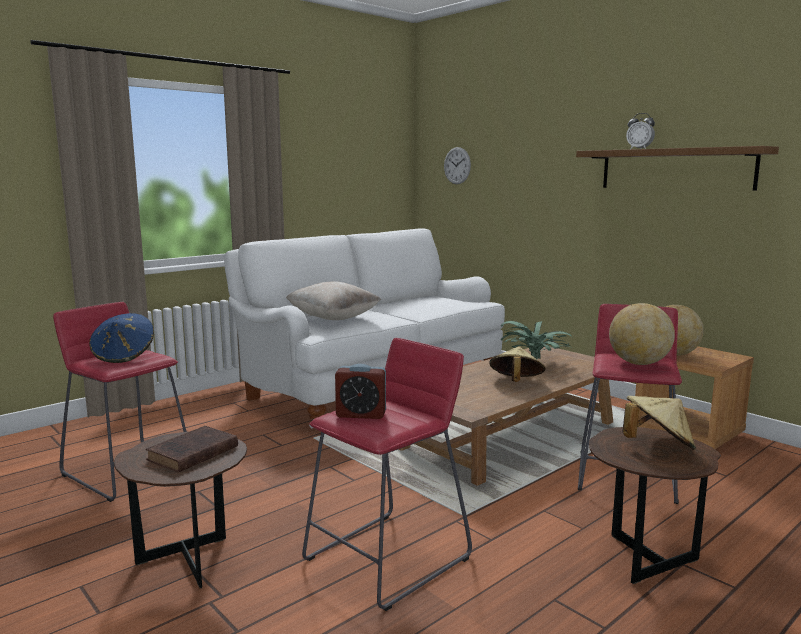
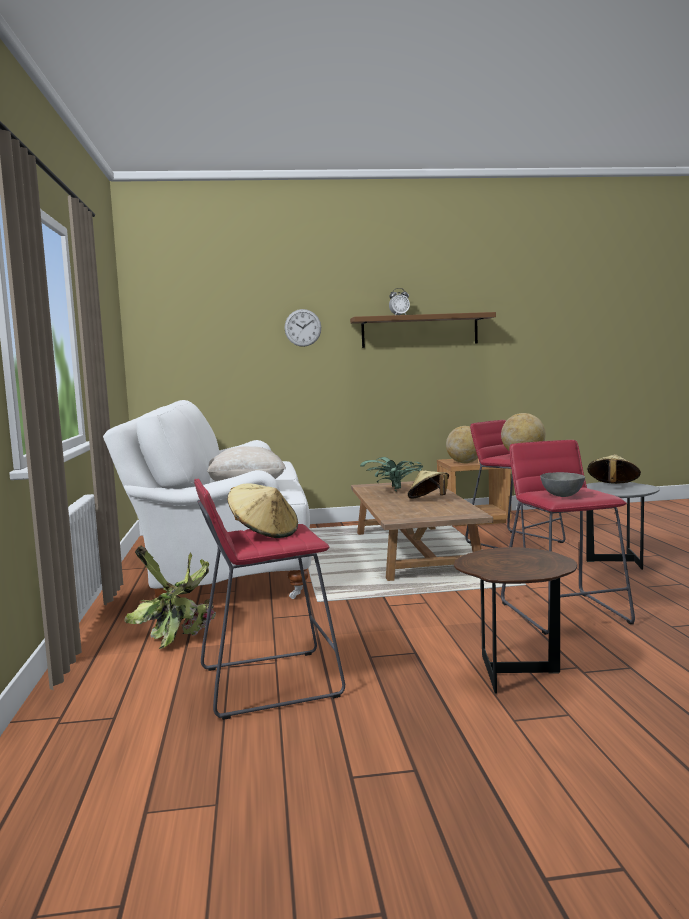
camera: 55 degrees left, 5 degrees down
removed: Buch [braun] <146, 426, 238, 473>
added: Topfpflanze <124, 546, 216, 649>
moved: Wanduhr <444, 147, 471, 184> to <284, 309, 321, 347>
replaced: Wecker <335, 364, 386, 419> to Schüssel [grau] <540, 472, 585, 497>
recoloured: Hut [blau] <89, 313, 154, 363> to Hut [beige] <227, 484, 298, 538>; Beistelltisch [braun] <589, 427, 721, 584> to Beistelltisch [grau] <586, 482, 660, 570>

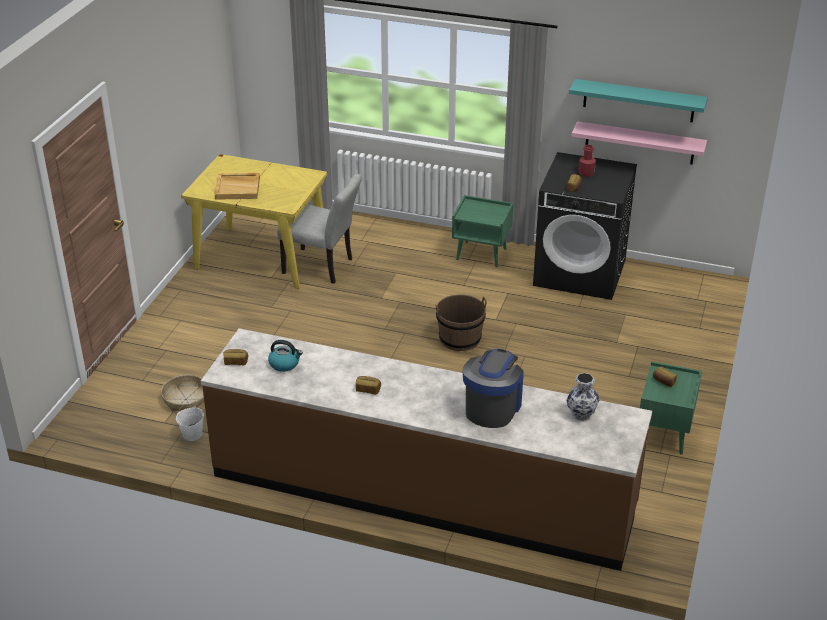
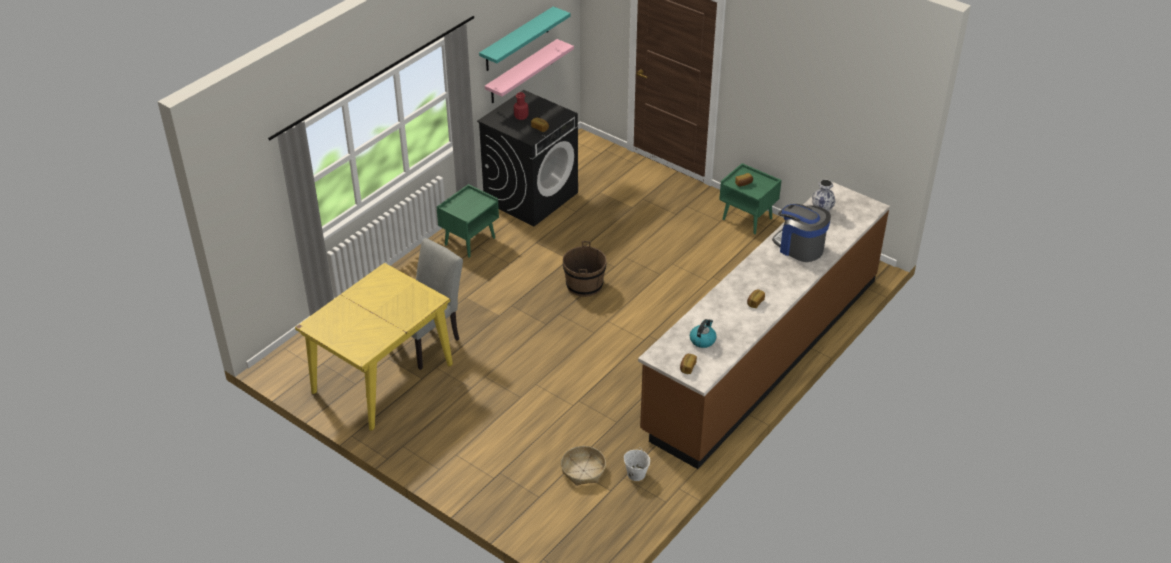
camera: 70 degrees left, 5 degrees up
removed: Tablett [beige] <215, 173, 260, 200>

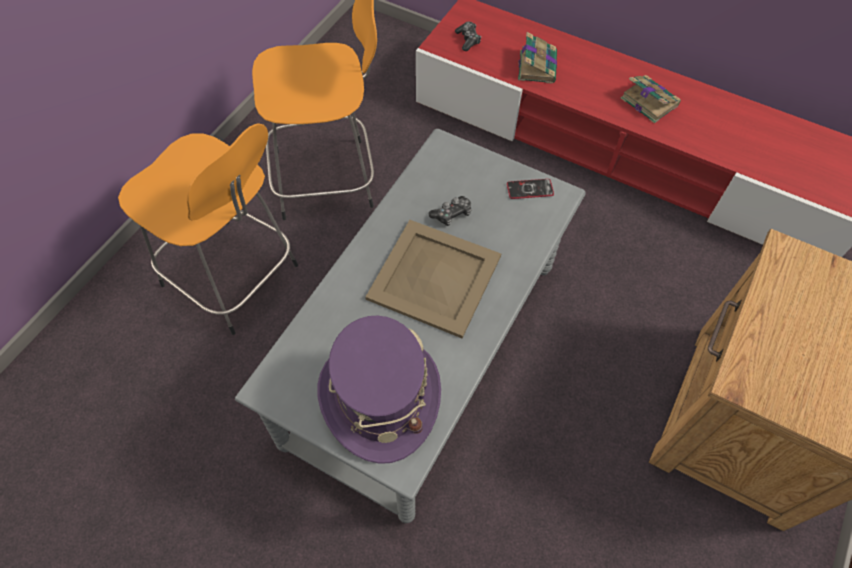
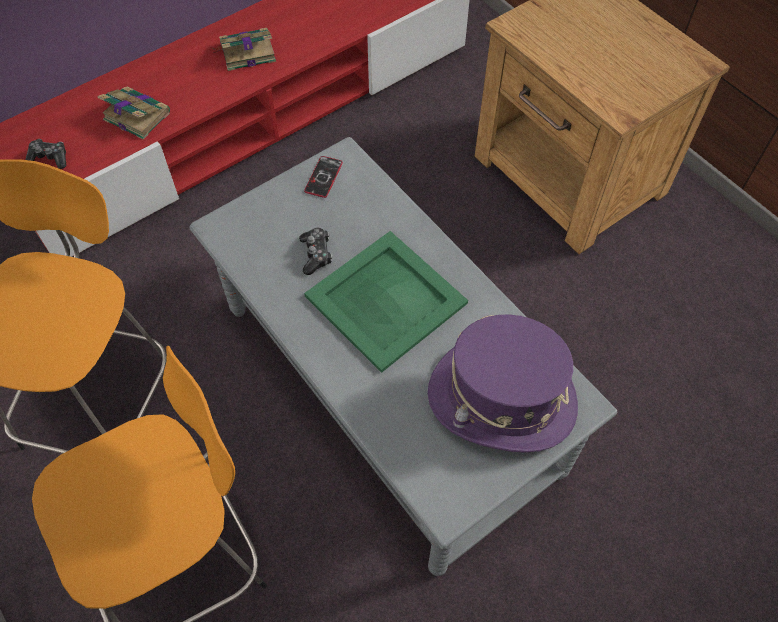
camera: 65 degrees left, 0 degrees up
recoloured: Tablett [beige] <365, 220, 501, 338> to Tablett [grün] <304, 231, 468, 373>

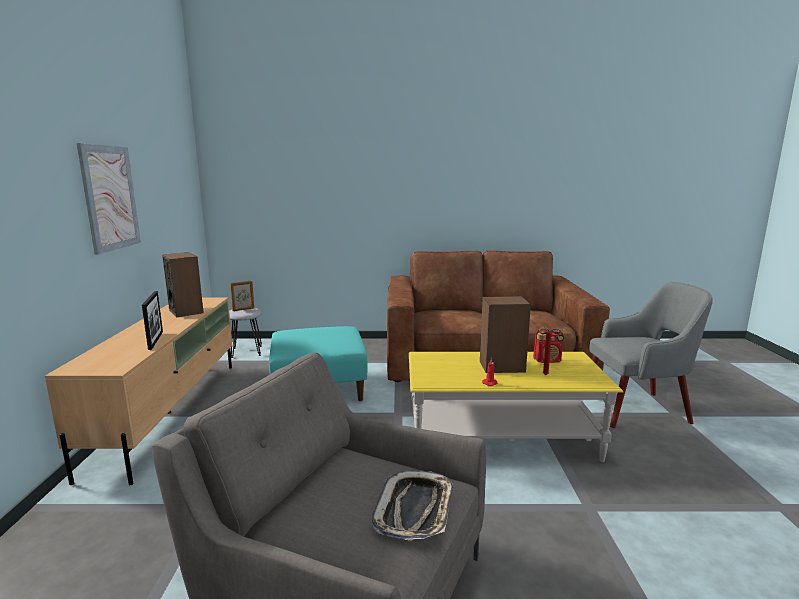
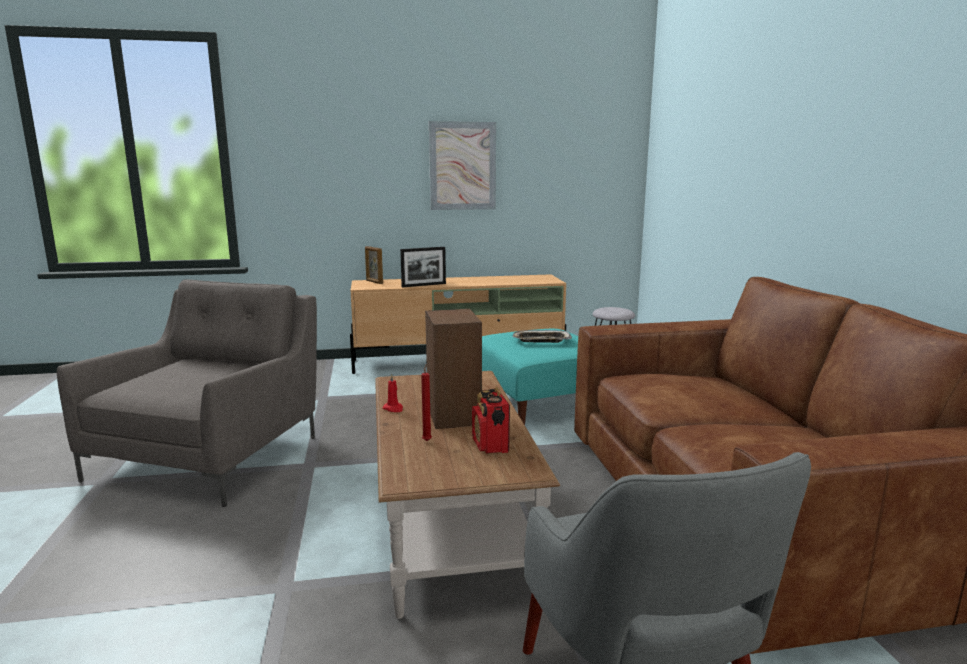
camera: 80 degrees right, 0 degrees up
removed: Lautsprecher <162, 252, 204, 317>
moved: Bilderrahmen <230, 280, 254, 311> to <365, 246, 383, 284>; Tablett <372, 470, 454, 541> to <513, 330, 572, 343>
recoloured: Couchtisch [gelb] <409, 352, 623, 462> to Couchtisch [braun] <375, 371, 560, 619>

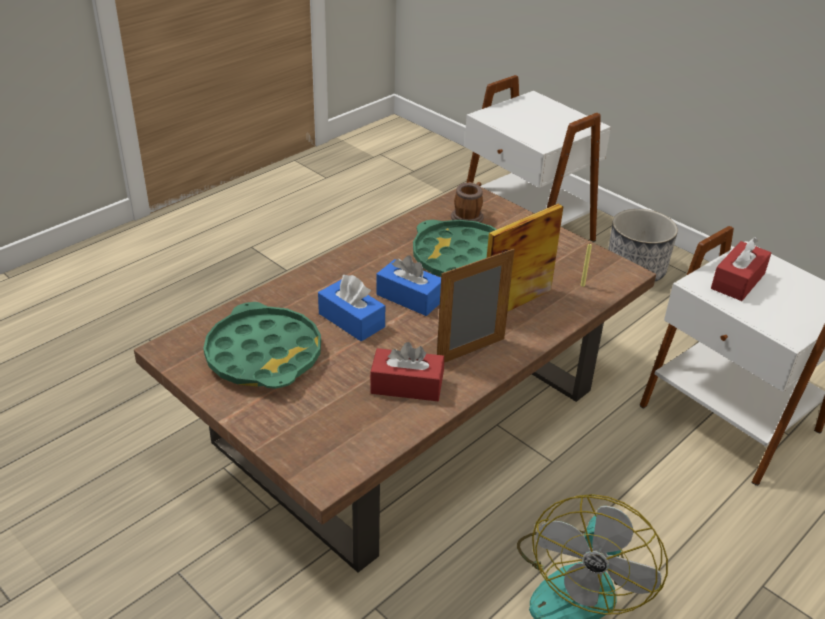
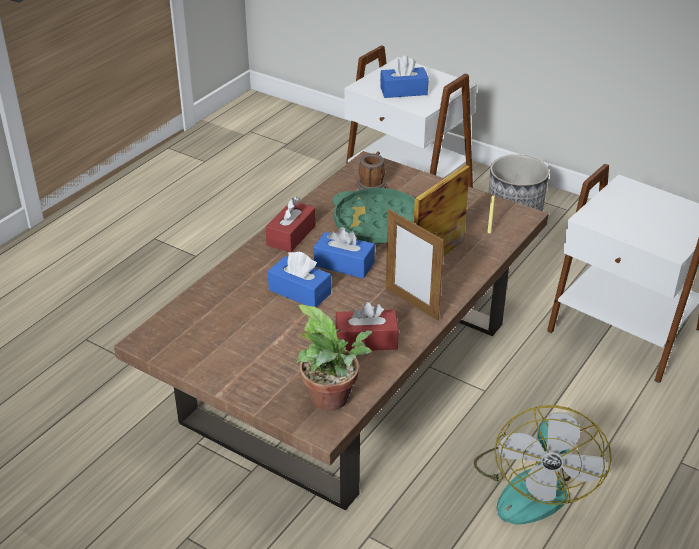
camera: 10 degrees left, 0 degrees up
removed: Tablett [grün] <203, 302, 321, 389>
added: Taschentuchbox [blau] <380, 56, 429, 98>; Topfpflanze <296, 305, 373, 411>
moved: Taschentuchbox [rot] <711, 237, 771, 301> to <266, 197, 316, 252>
turned: Bilderrahmen <437, 249, 515, 363> = <386, 209, 444, 321> 90 degrees counterclockwise

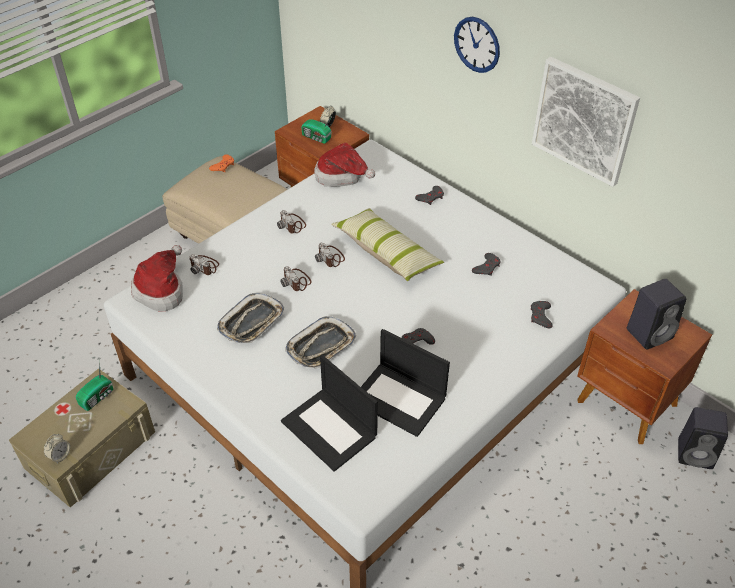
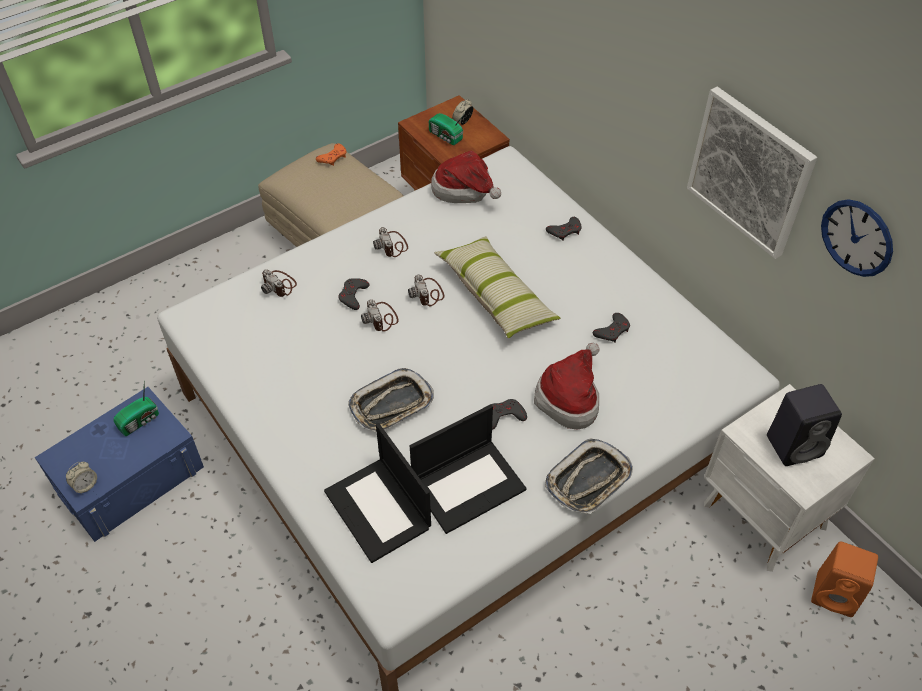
camera: 10 degrees right, 5 degrees up
moved: Wanduhr <454, 17, 500, 73> to <821, 199, 893, 277>; Hut <131, 245, 183, 311> to <534, 342, 600, 429>; Tablett <217, 293, 284, 343> to <545, 439, 633, 514>; Gamepad [grau] <530, 301, 553, 328> to <338, 278, 369, 310>
recoloured: Nachttisch [braun] <577, 289, 712, 444> to Nachttisch [weiß] <704, 384, 875, 572>; Aufbewahrungsbox [beige] <9, 368, 155, 508> to Aufbewahrungsbox [blau] <35, 387, 204, 542>; Lautsprecher [schwarz] <678, 407, 728, 469> to Lautsprecher [orange] <811, 541, 878, 617>
turned: Laptop <361, 329, 450, 437> = <410, 404, 527, 534> 75 degrees counterclockwise

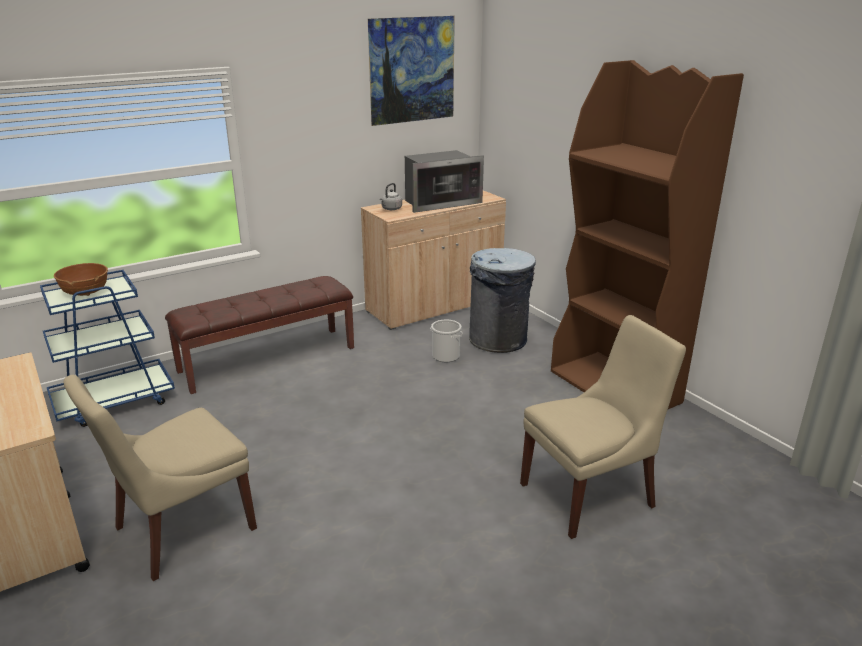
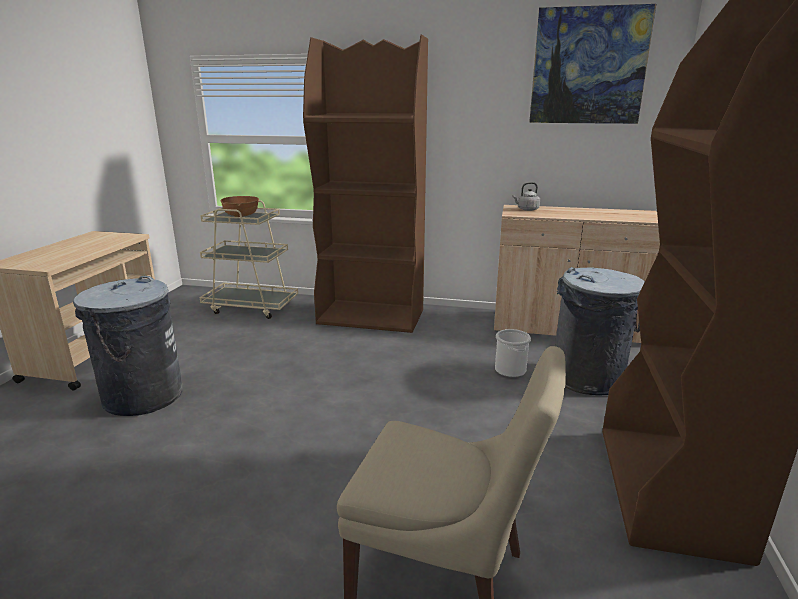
camera: 45 degrees right, 5 degrees down
removed: Mikrowelle <405, 150, 484, 213>
replaced: Bank [braun] <165, 276, 354, 394> to Bücherregal [braun] <303, 35, 428, 333>; Stuhl [beige] <63, 375, 257, 581> to Mülleimer [grau] <73, 276, 183, 416>
recoloured: Rollwagen [blau] <40, 270, 175, 427> to Rollwagen [beige] <200, 200, 298, 319>

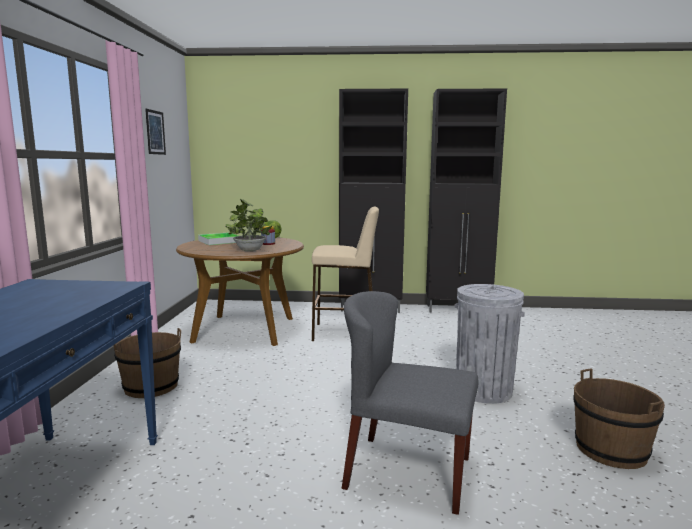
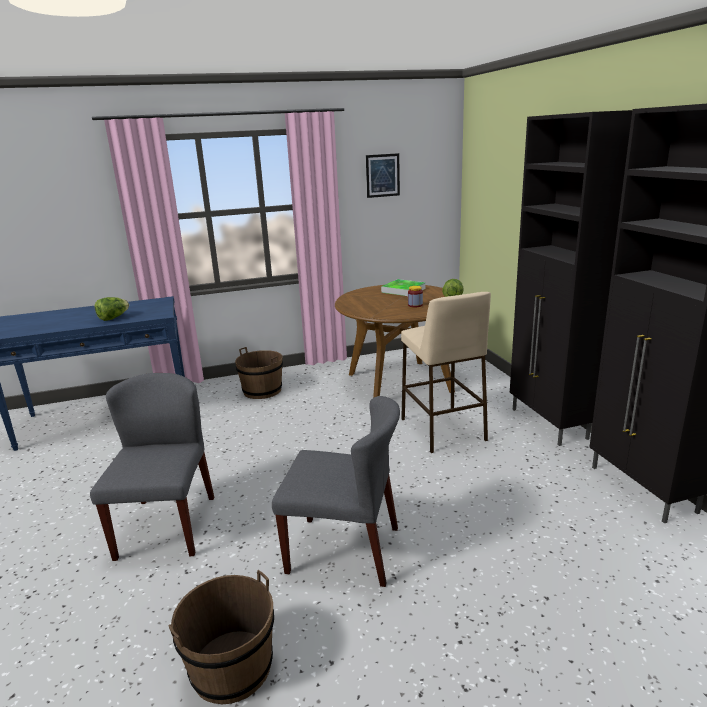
camera: 70 degrees right, 10 degrees up
removed: Topfpflanze <225, 199, 272, 251>
added: Salatkopf <95, 297, 129, 321>
replaced: Mülleimer [grau] <455, 284, 525, 404> to Stuhl [grau] <272, 396, 400, 587>

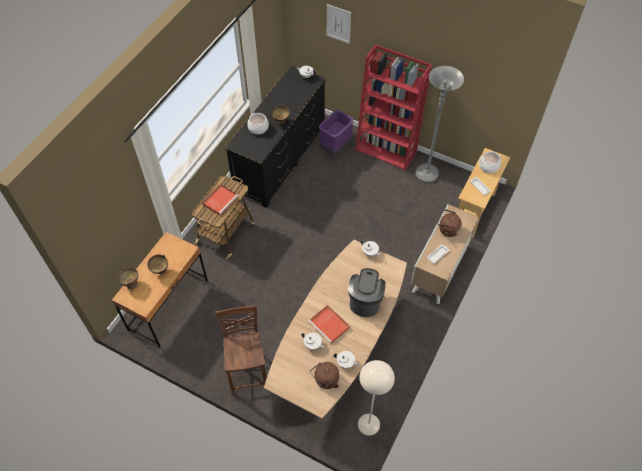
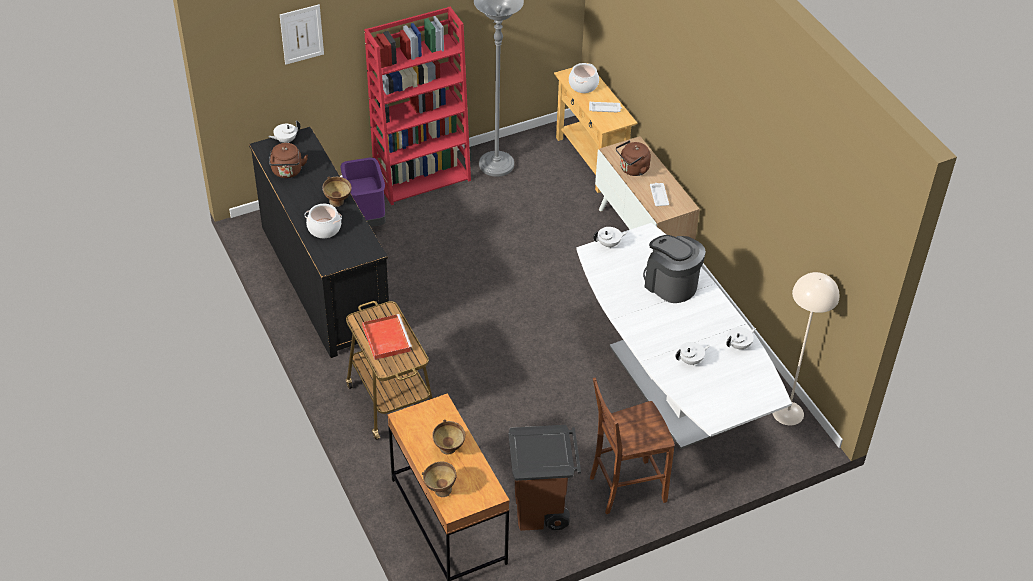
camera: 55 degrees left, 10 degrees down
removed: Tablett [rot] <308, 305, 350, 344>
added: Mülleimer [braun] <509, 425, 581, 531>
moved: Wasserkessel [braun] <310, 362, 339, 389> to <269, 143, 308, 178>
recoloured: Esstisch [braun] <264, 240, 407, 419> to Esstisch [weiß] <576, 223, 792, 449>
turned: Stuhl [braun] <216, 305, 266, 395> = <590, 377, 675, 514> 45 degrees counterclockwise

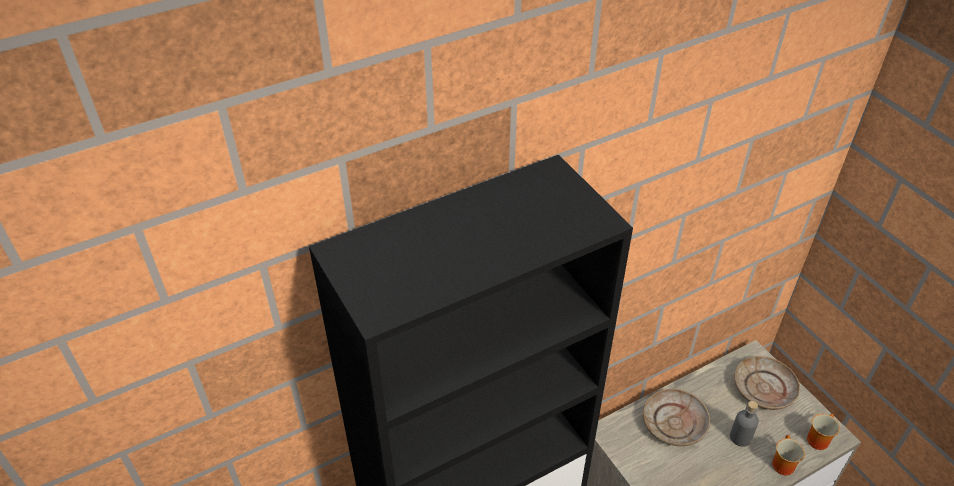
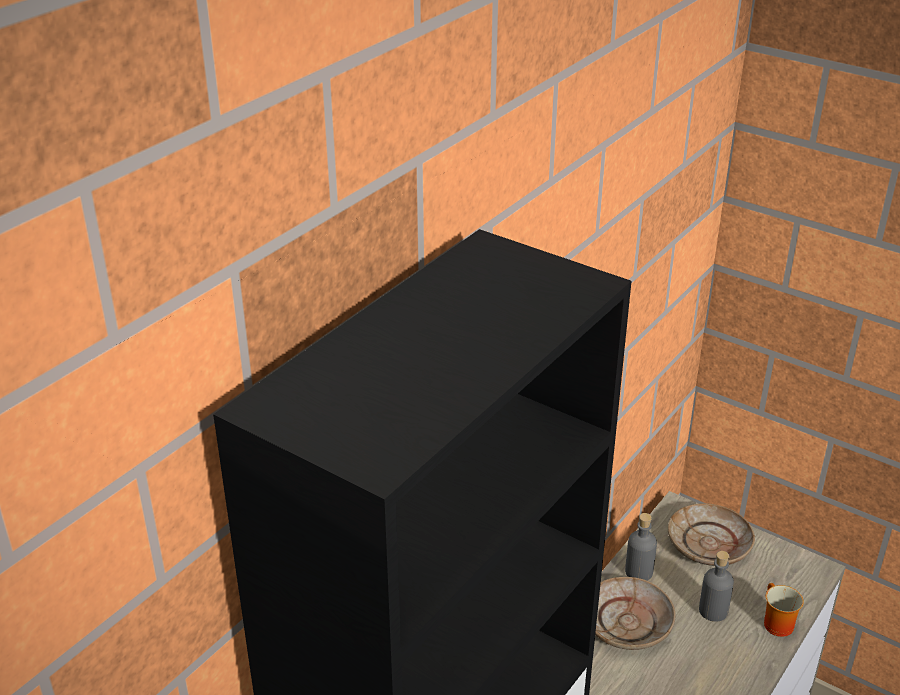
camera: 25 degrees left, 10 degrees down
removed: Henkelbecher <807, 414, 840, 450>
added: Flasche [grau] <625, 513, 657, 580>

